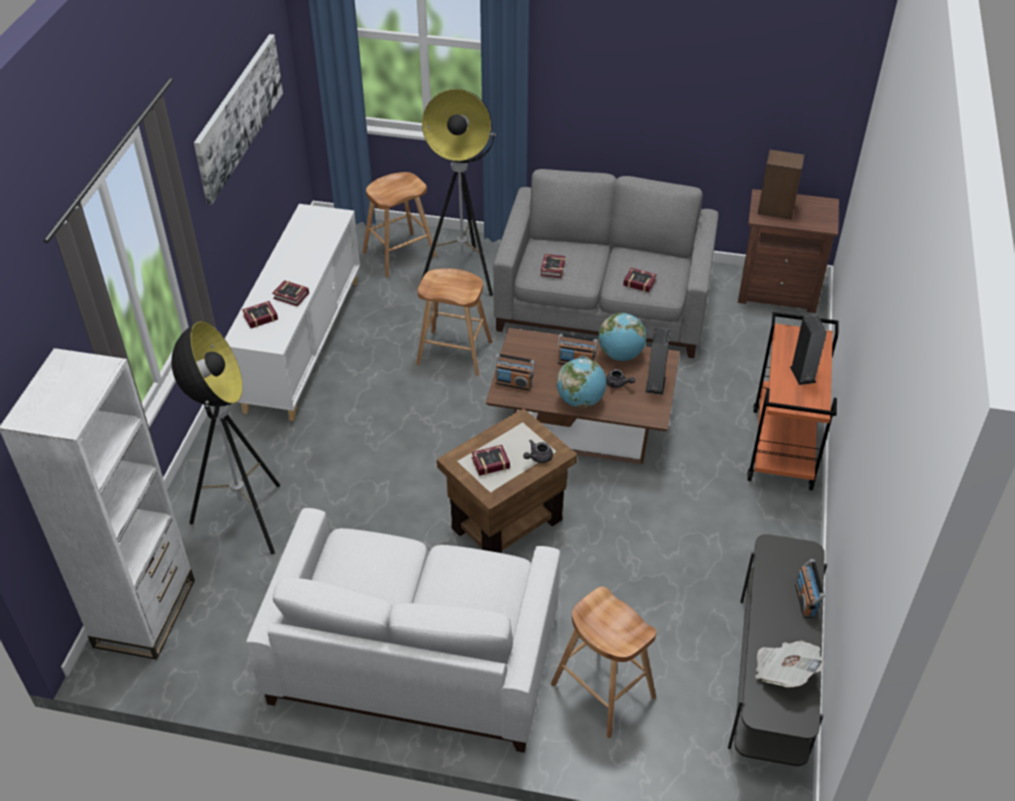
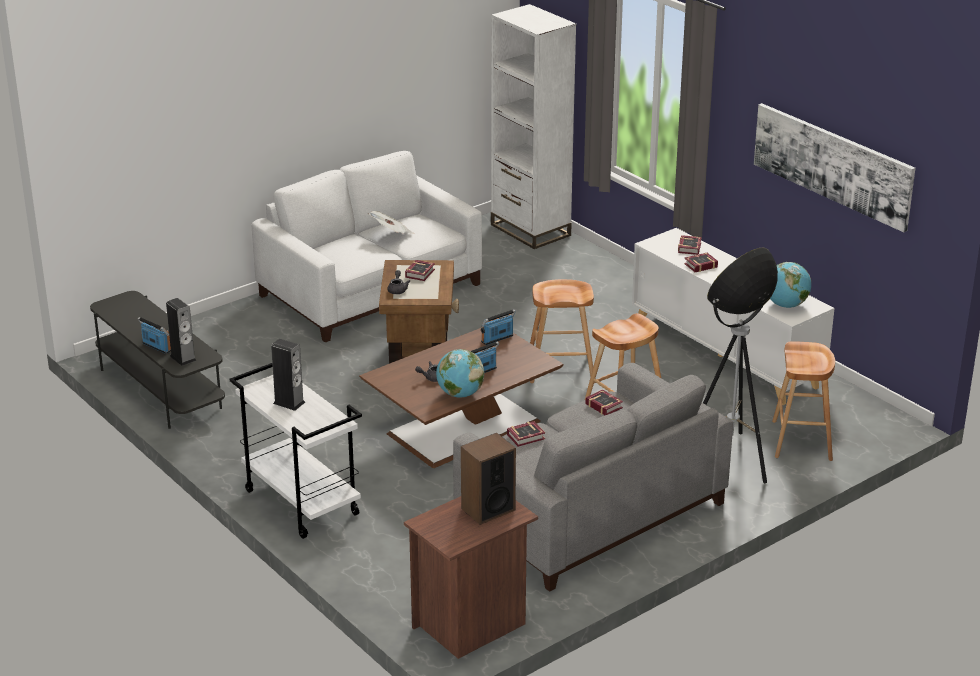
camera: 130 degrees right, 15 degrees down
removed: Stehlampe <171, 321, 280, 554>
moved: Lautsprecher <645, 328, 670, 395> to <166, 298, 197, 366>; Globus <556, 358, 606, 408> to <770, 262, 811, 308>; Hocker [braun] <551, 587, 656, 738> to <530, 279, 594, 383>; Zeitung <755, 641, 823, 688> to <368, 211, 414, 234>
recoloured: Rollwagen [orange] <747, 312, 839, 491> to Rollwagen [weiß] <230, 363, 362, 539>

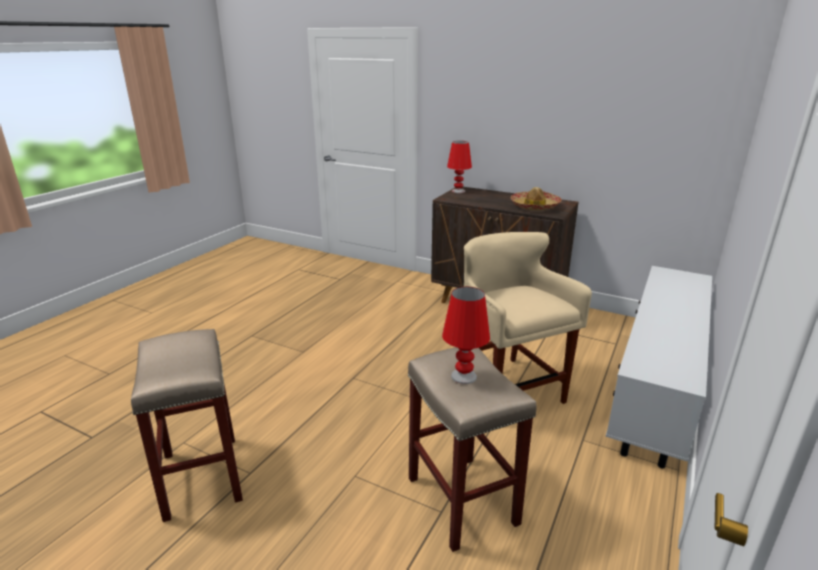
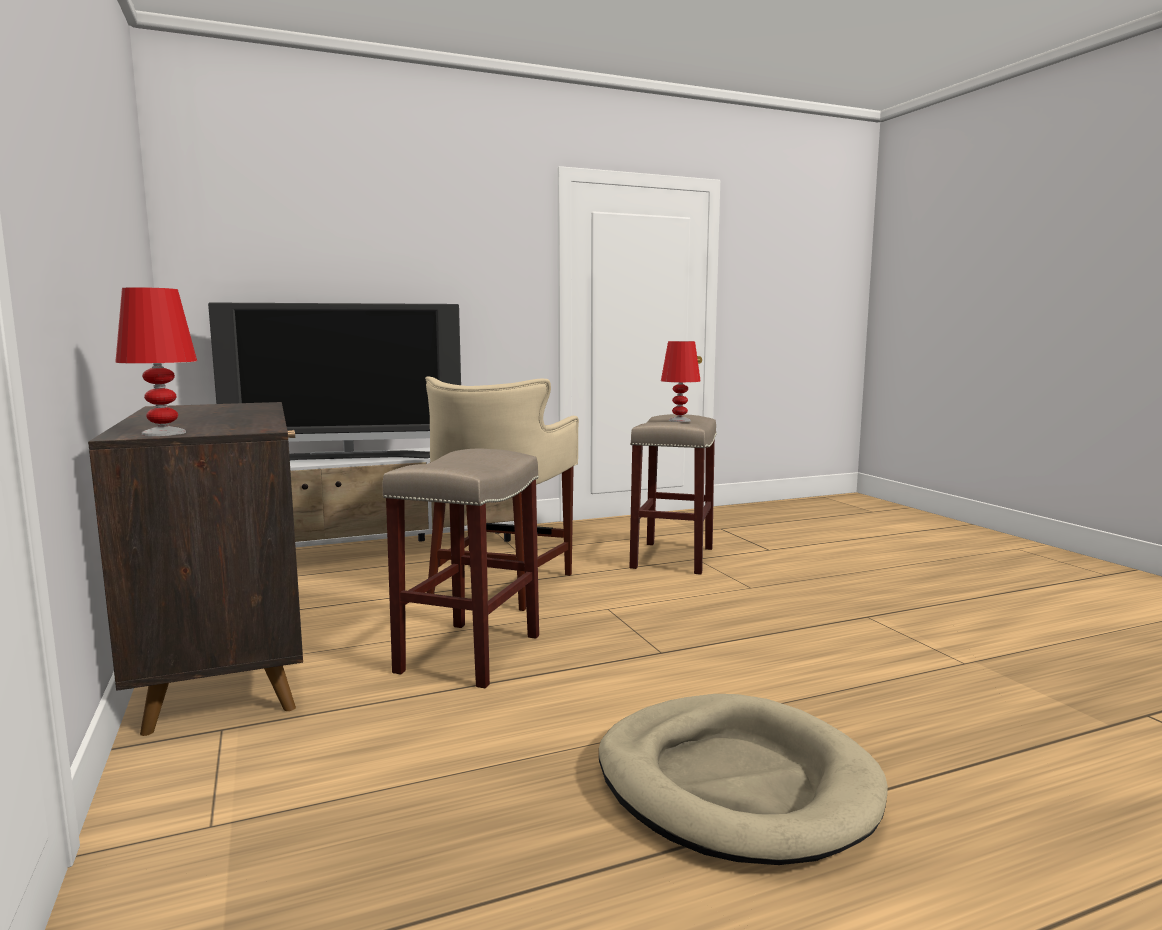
camera: 140 degrees left, 15 degrees down
removed: Hut <510, 187, 562, 210>
added: Fernseher <208, 302, 461, 460>; Hundebett [beige] <599, 694, 888, 865>
moved: Hocker [beige] <131, 329, 243, 522> to <383, 449, 539, 688>

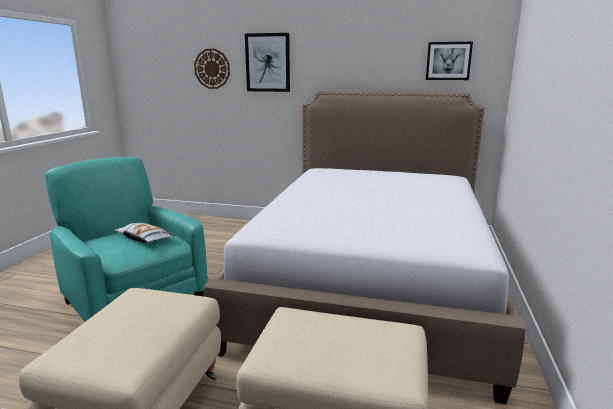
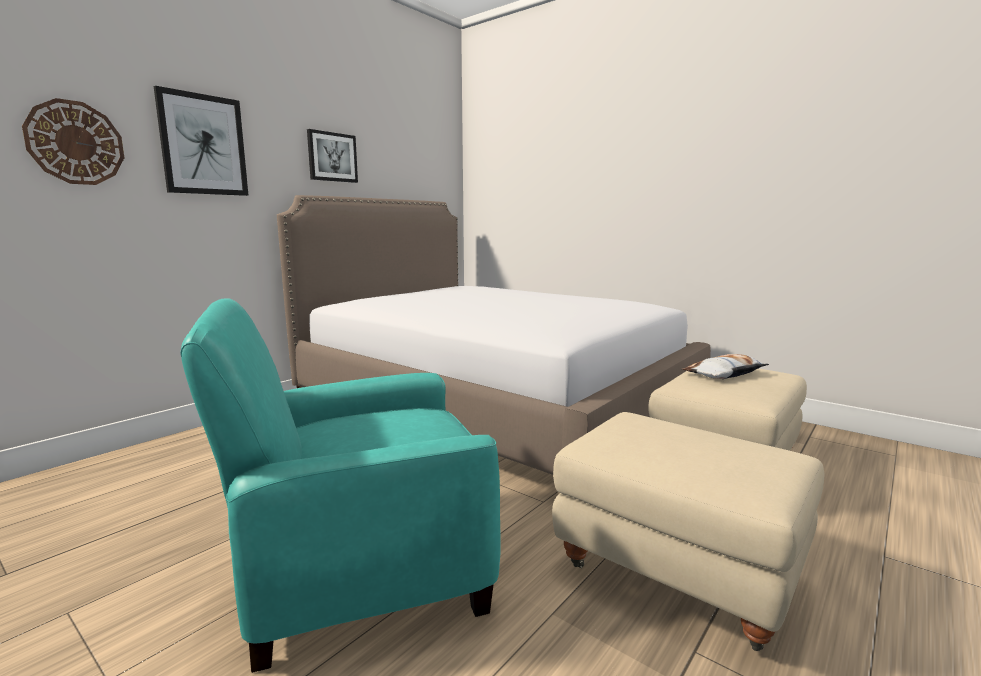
camera: 65 degrees left, 5 degrees down
moved: Bild <426, 42, 473, 80> to <307, 129, 358, 183>; Kissen <115, 223, 175, 243> to <682, 354, 769, 379>

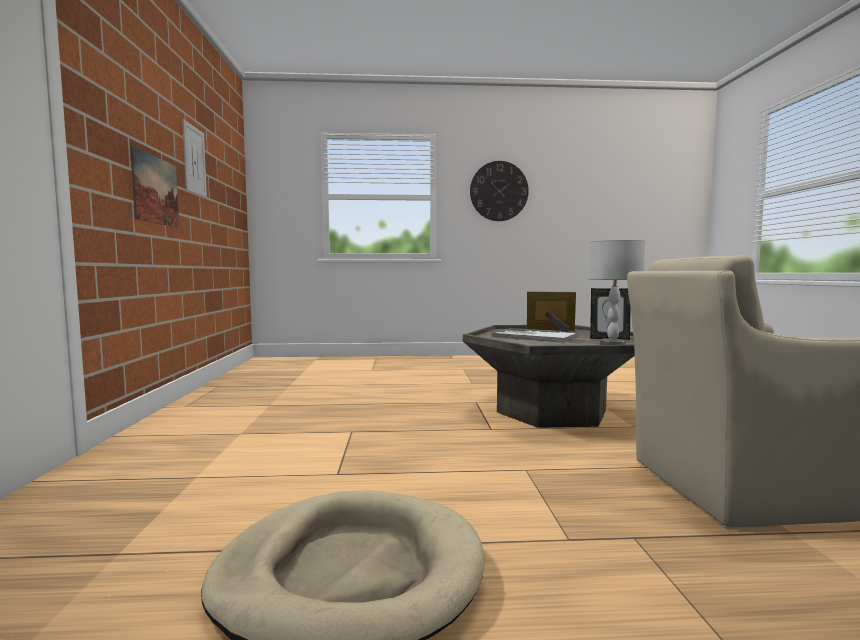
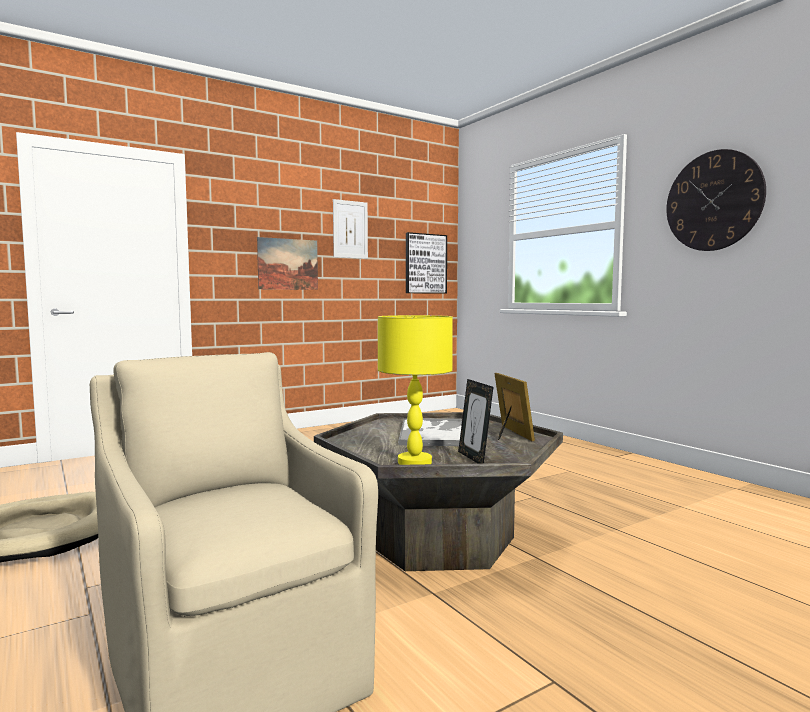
camera: 60 degrees right, 0 degrees up
added: Bild <406, 232, 447, 294>
recoloured: Tischlampe [grau] <588, 240, 645, 345> to Tischlampe [gelb] <378, 315, 453, 465>

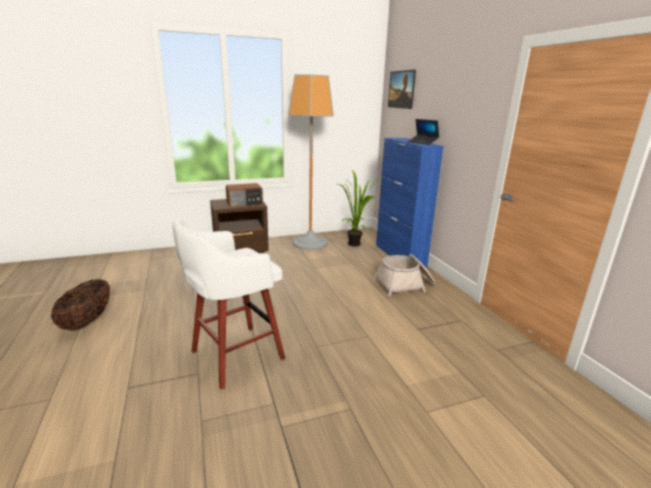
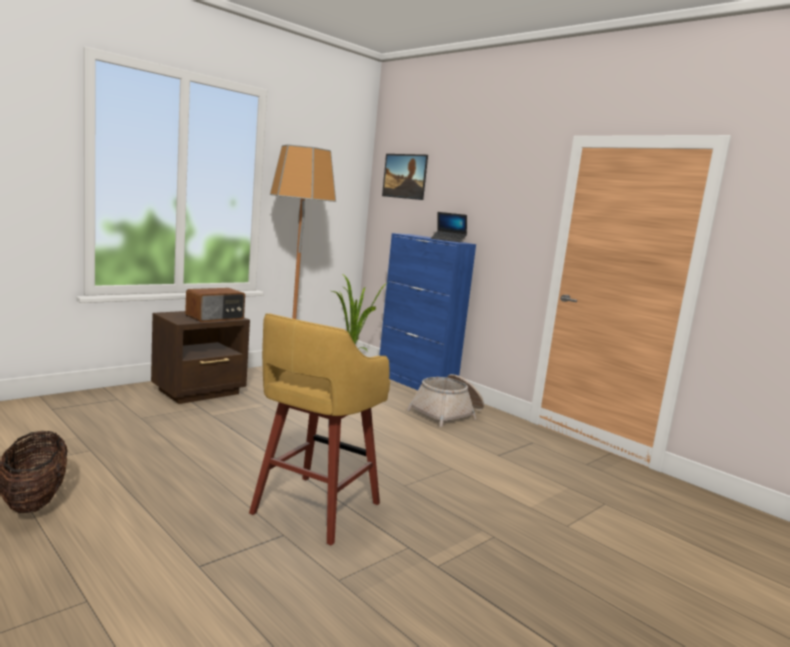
camera: 25 degrees left, 10 degrees down
recoloured: Hocker [weiß] <173, 218, 285, 390> to Hocker [gelb] <249, 313, 390, 546>

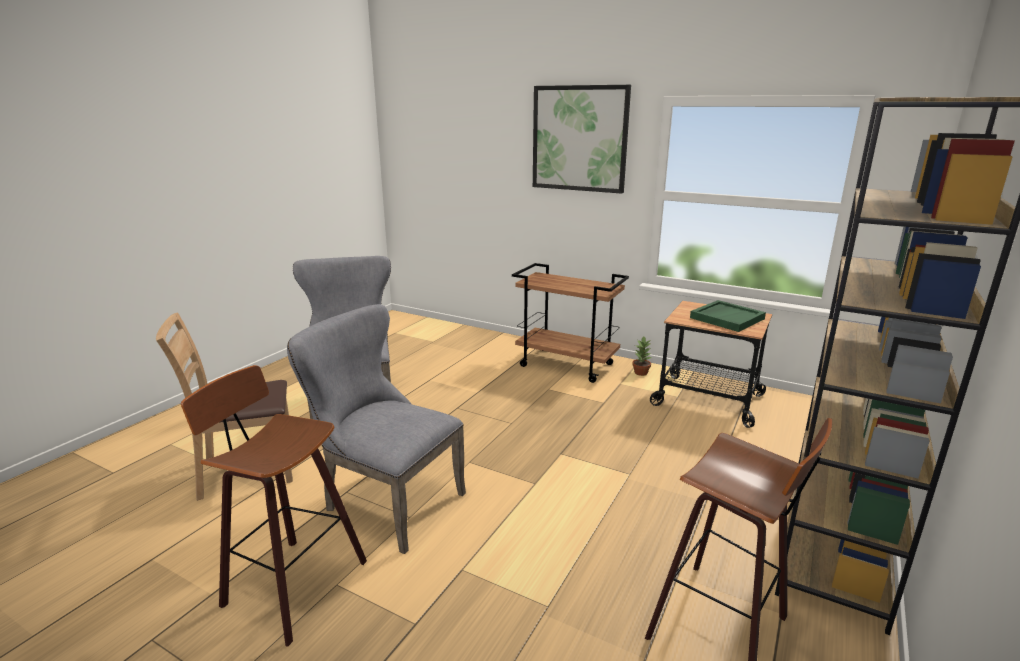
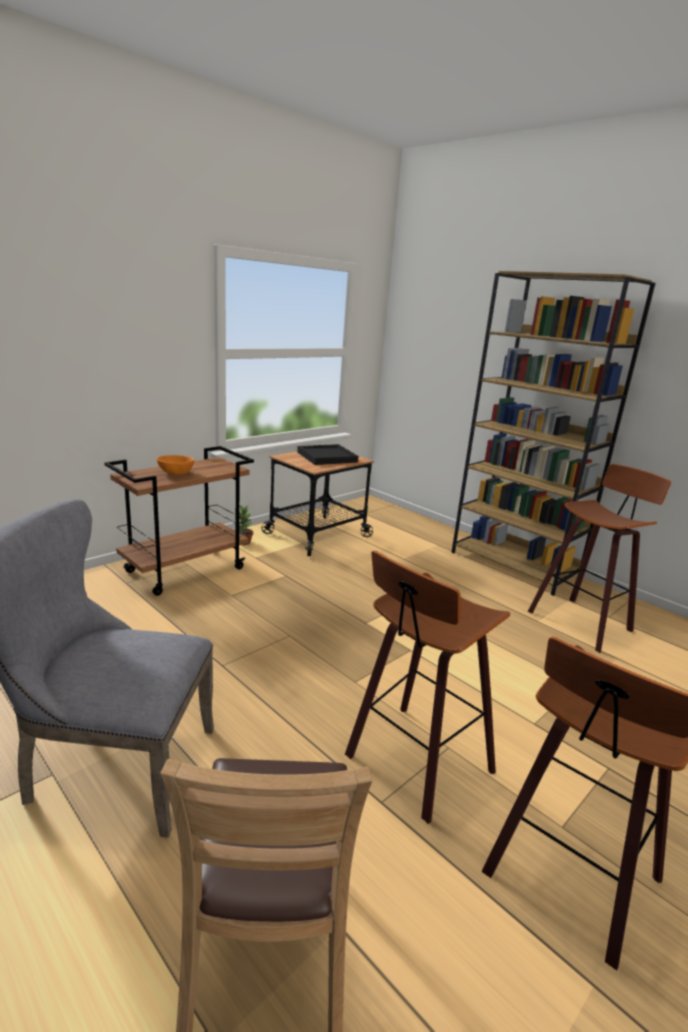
camera: 75 degrees left, 0 degrees up
removed: Bild <533, 85, 631, 194>
added: Schüssel [orange] <156, 455, 194, 475>
replaced: Stuhl [grau] <287, 304, 466, 554> to Hocker <345, 551, 510, 824>
recoloured: Tablett [grün] <690, 300, 766, 332> to Tablett [schwarz] <297, 444, 358, 465>

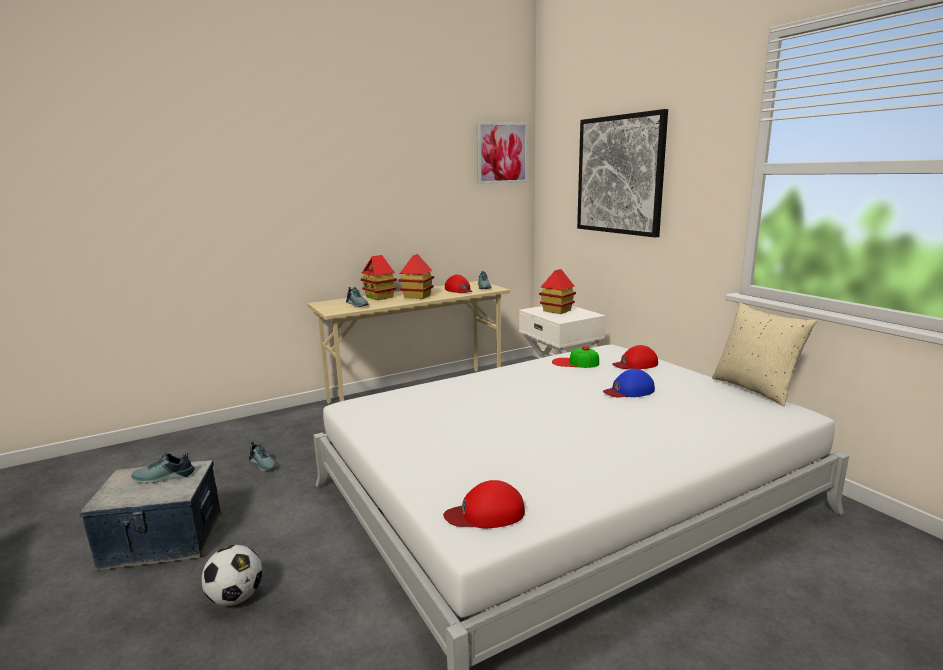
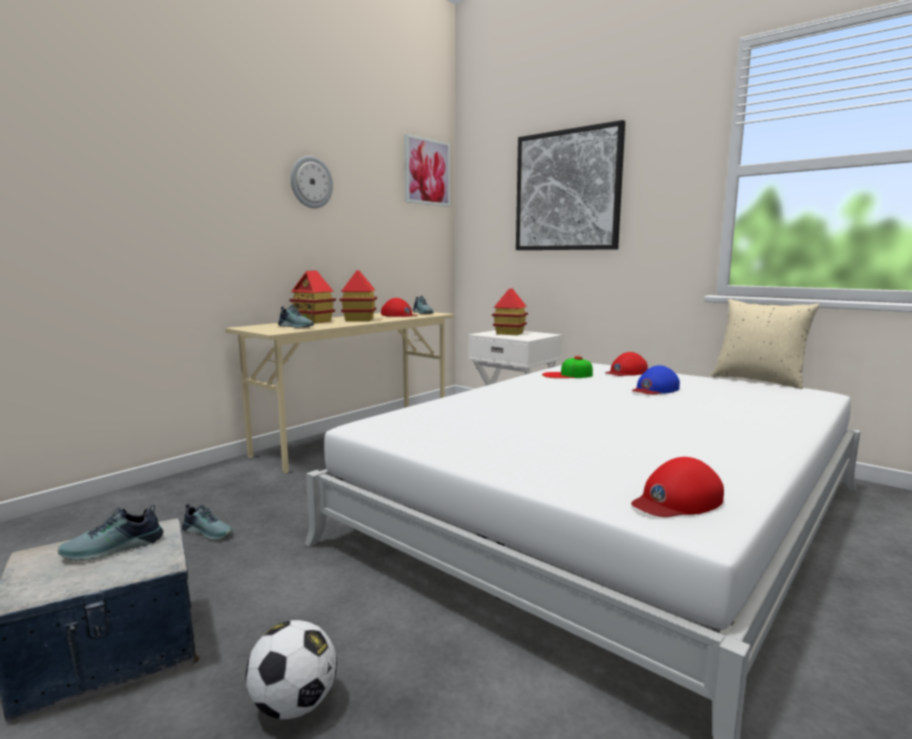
camera: 20 degrees left, 5 degrees down
added: Wanduhr <291, 156, 333, 208>

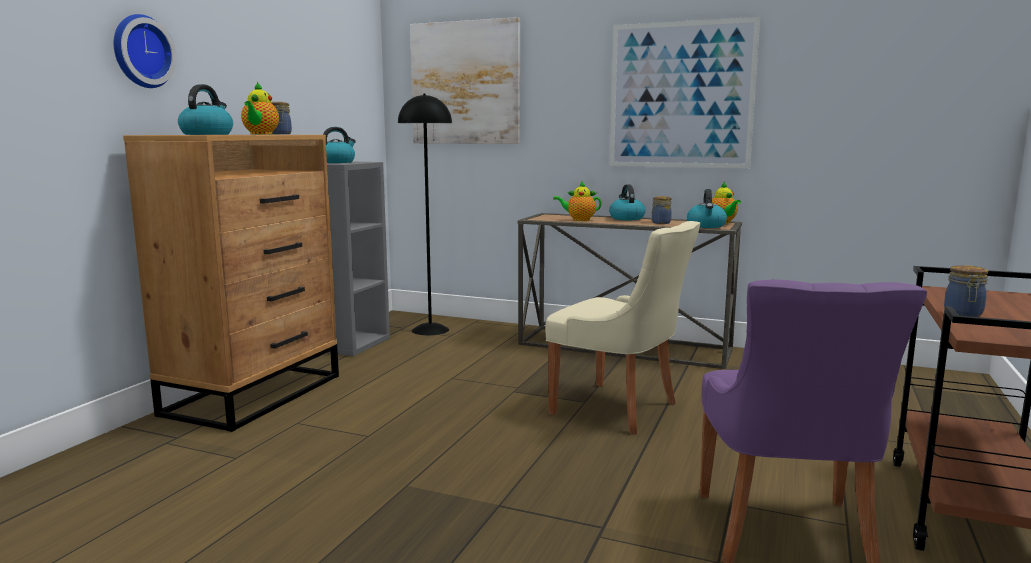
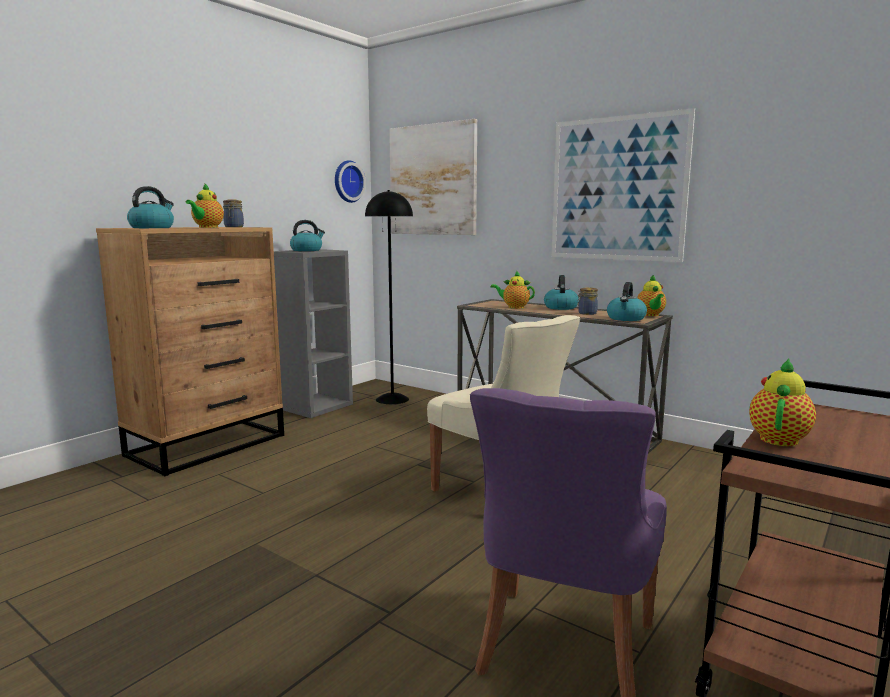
camera: 15 degrees right, 0 degrees up
moved: Wanduhr <114, 14, 177, 88> to <335, 160, 366, 203>
replaced: Vorratsglas <944, 265, 988, 317> to Teekanne <749, 358, 816, 446>

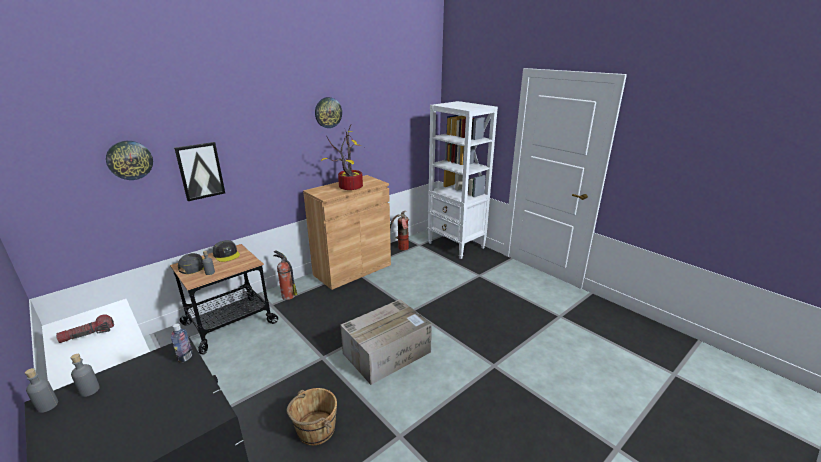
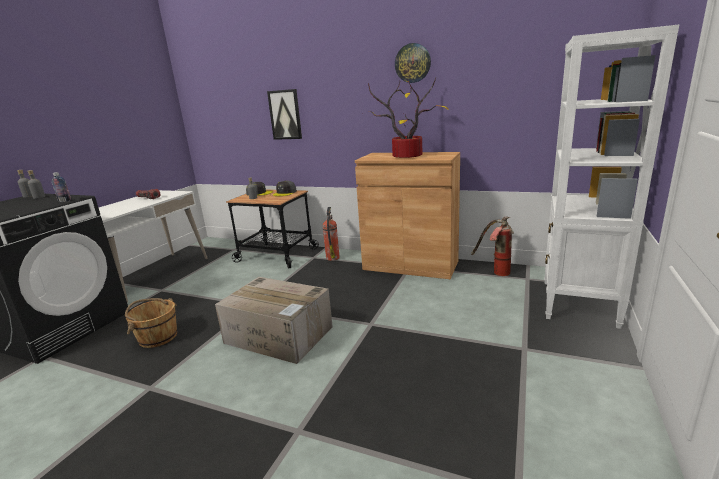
camera: 65 degrees right, 5 degrees down
removed: Wanduhr <106, 141, 153, 180>

